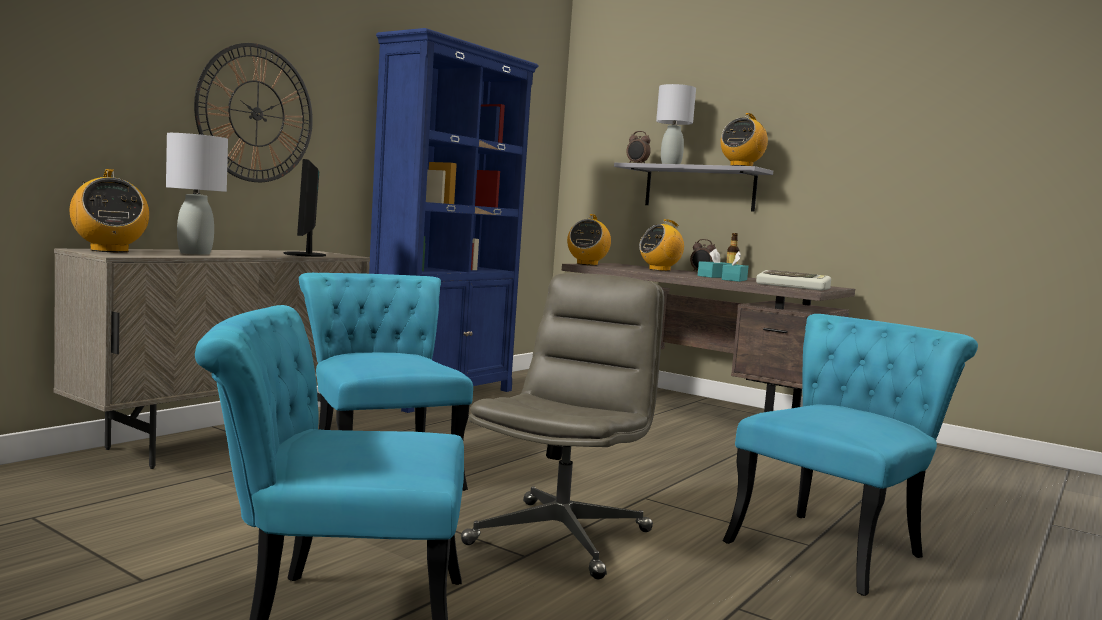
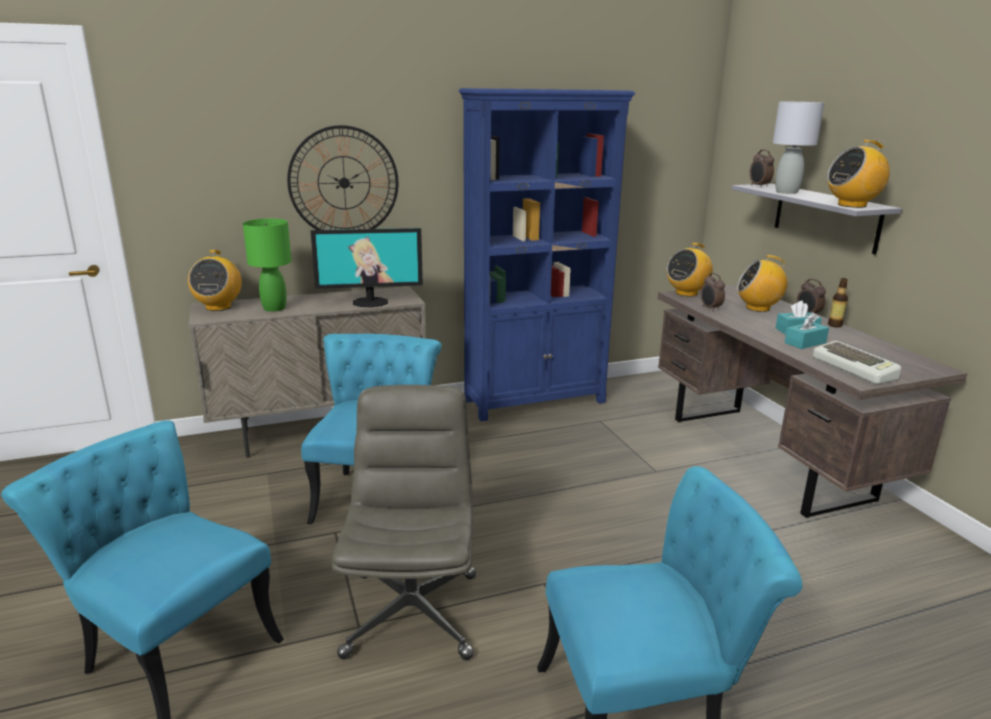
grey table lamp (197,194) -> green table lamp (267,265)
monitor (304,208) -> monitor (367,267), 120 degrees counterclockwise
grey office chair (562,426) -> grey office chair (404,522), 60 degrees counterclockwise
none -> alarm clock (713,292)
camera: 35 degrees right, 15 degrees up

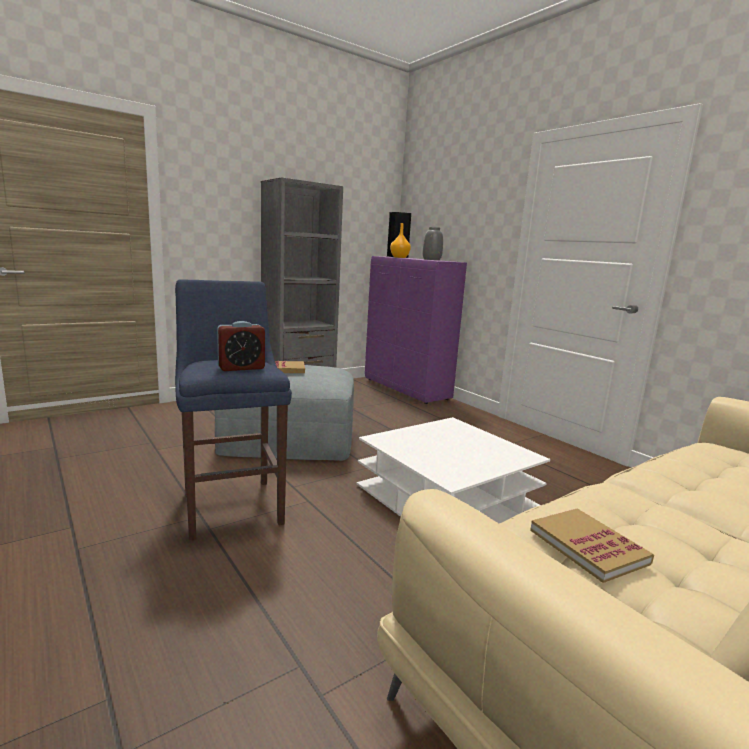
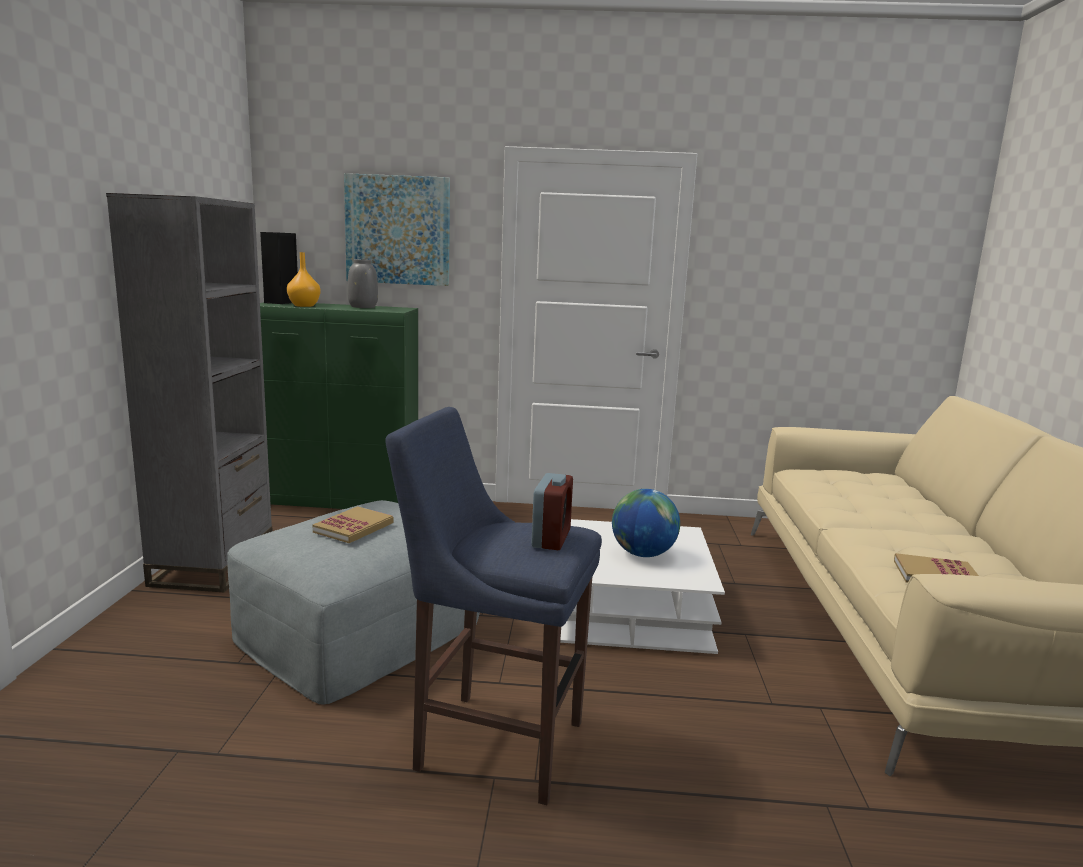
purple cabinet (416,330) -> green cabinet (339,405)
none -> picture (397,229)
none -> globe (646,523)
camera: 50 degrees left, 0 degrees up

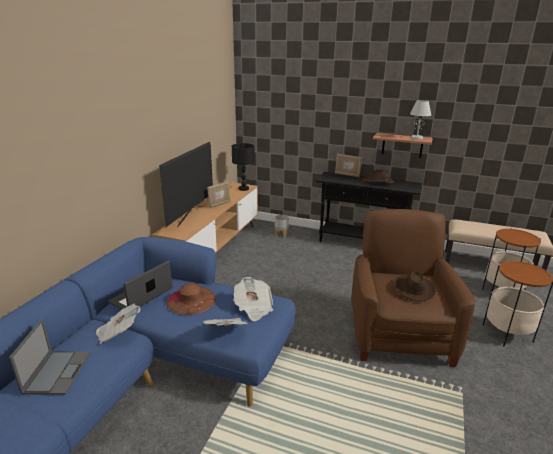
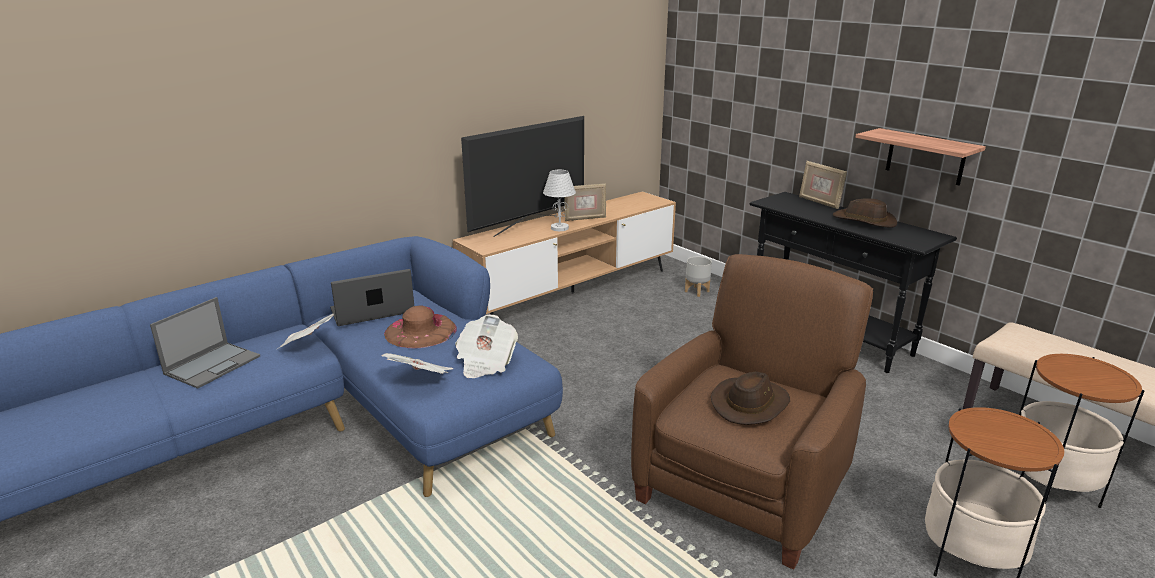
white table lamp (420,119) -> white table lamp (559,200), shifted
black table lamp (243,167) -> none
camera: 30 degrees right, 0 degrees up

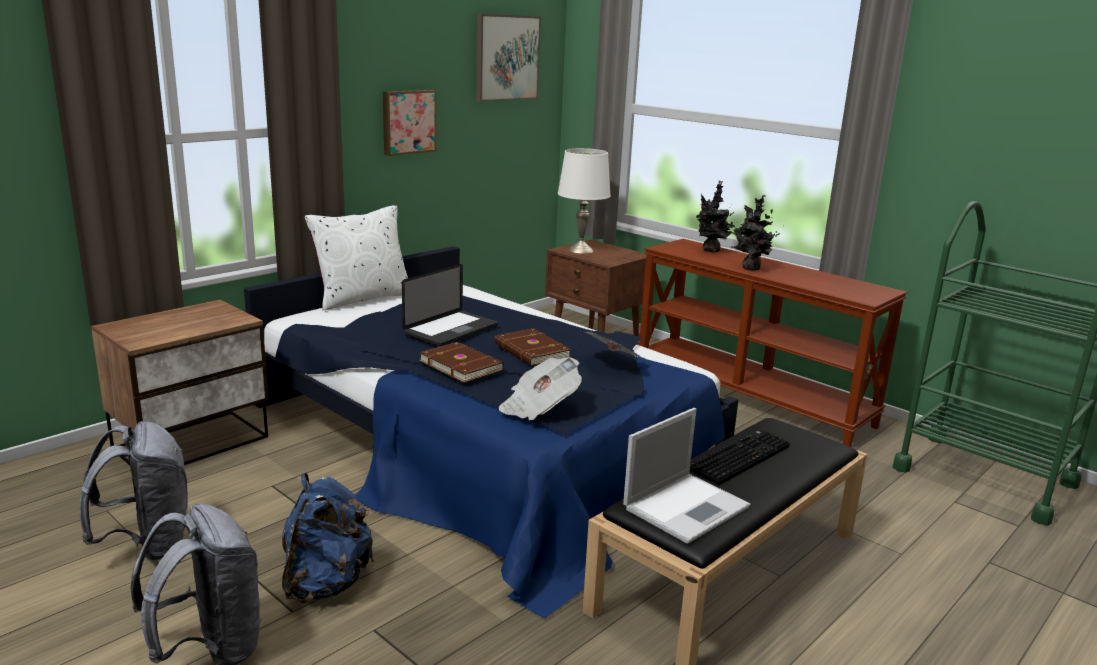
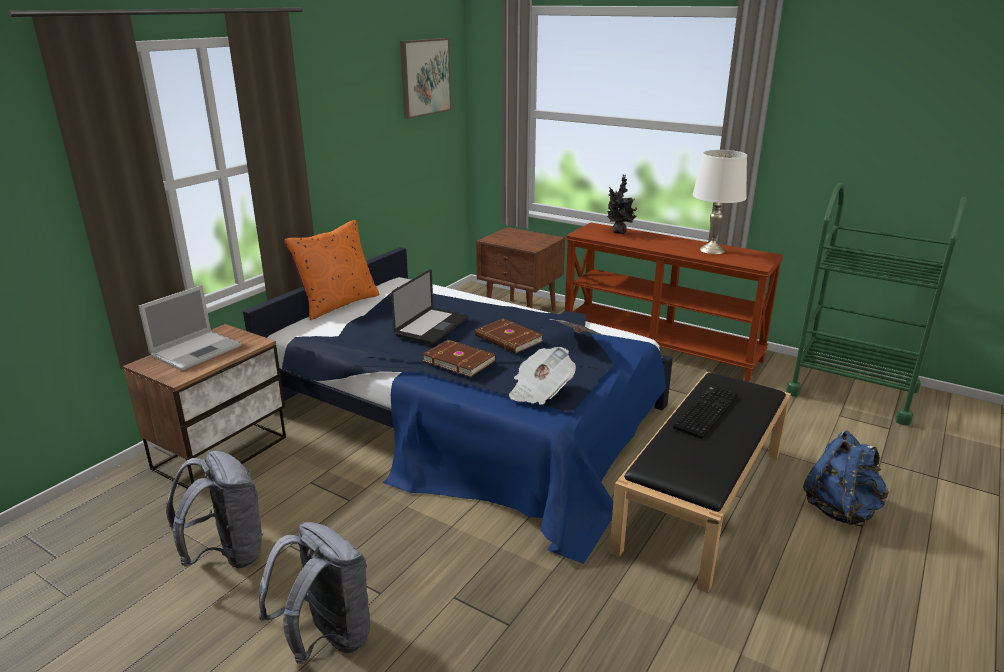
picture (410,123) -> none
white table lamp (584,201) -> white table lamp (719,202), shifted
potted plant (755,232) -> none
white pillow (356,258) -> orange pillow (332,270)
laptop (686,476) -> laptop (190,328), shifted
blue backpack (328,538) -> blue backpack (846,479), shifted
camera: 10 degrees left, 5 degrees up

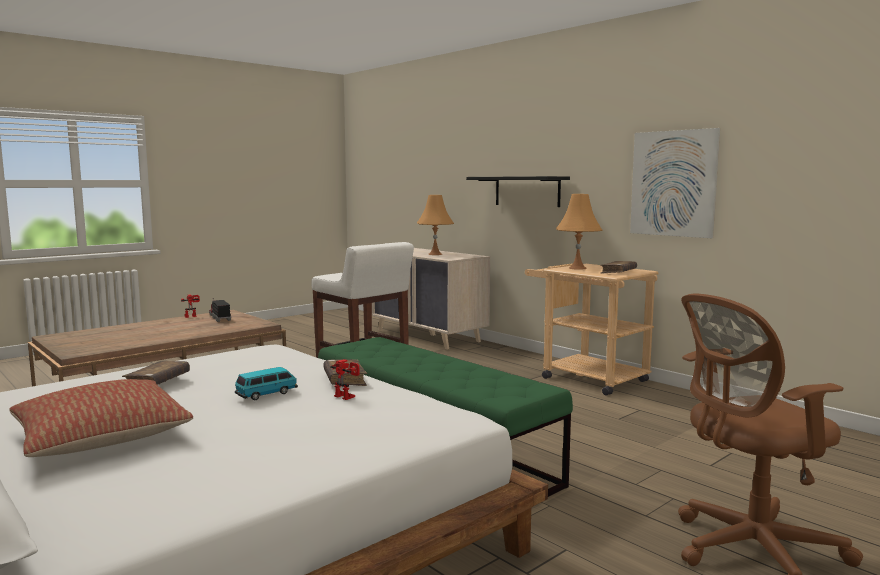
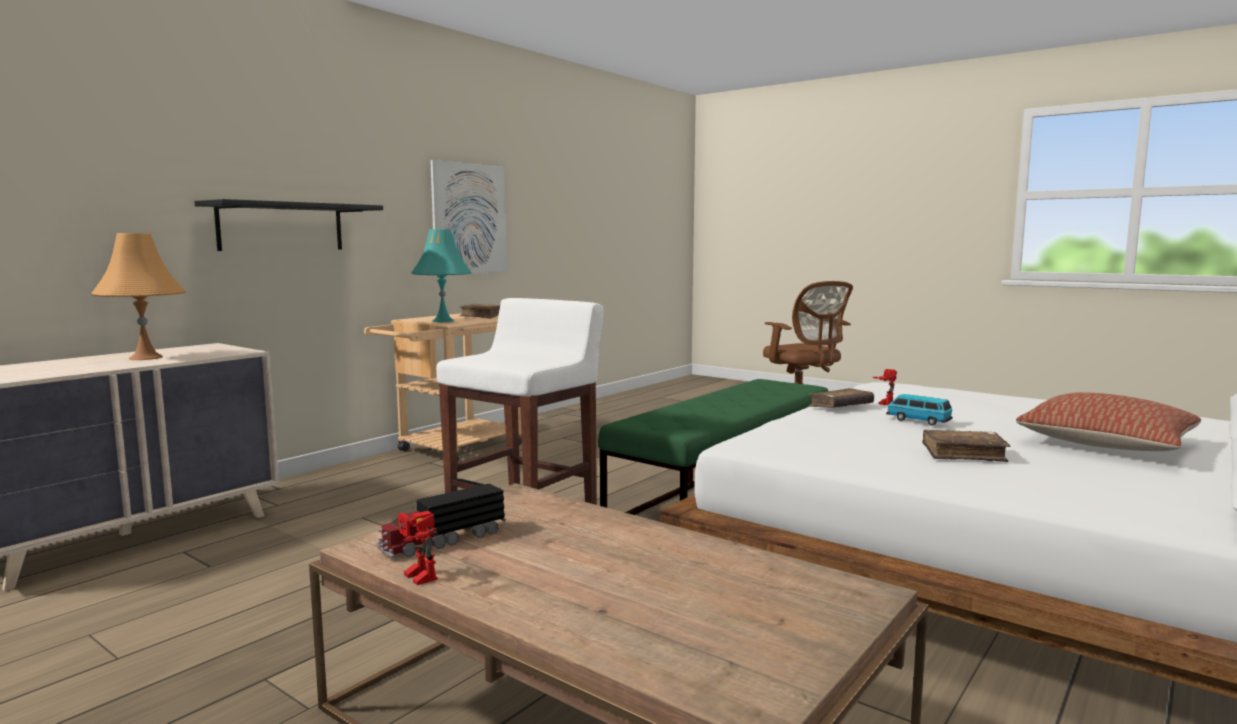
orange table lamp (579,232) -> turquoise table lamp (441,275)
camera: 100 degrees left, 0 degrees up

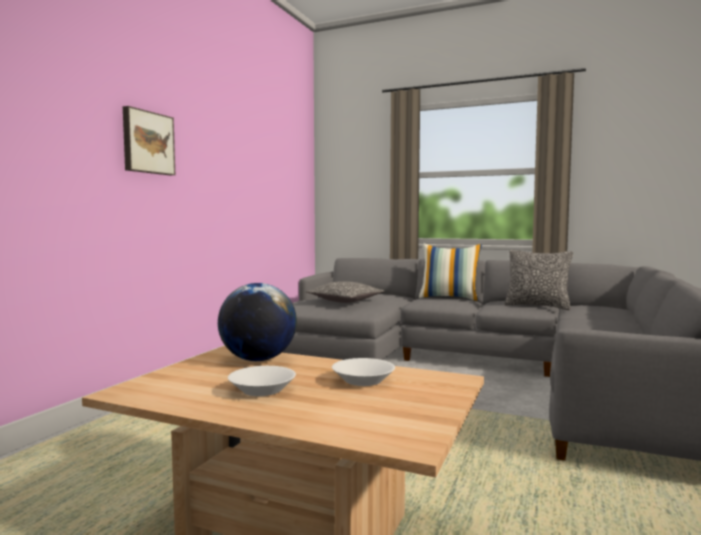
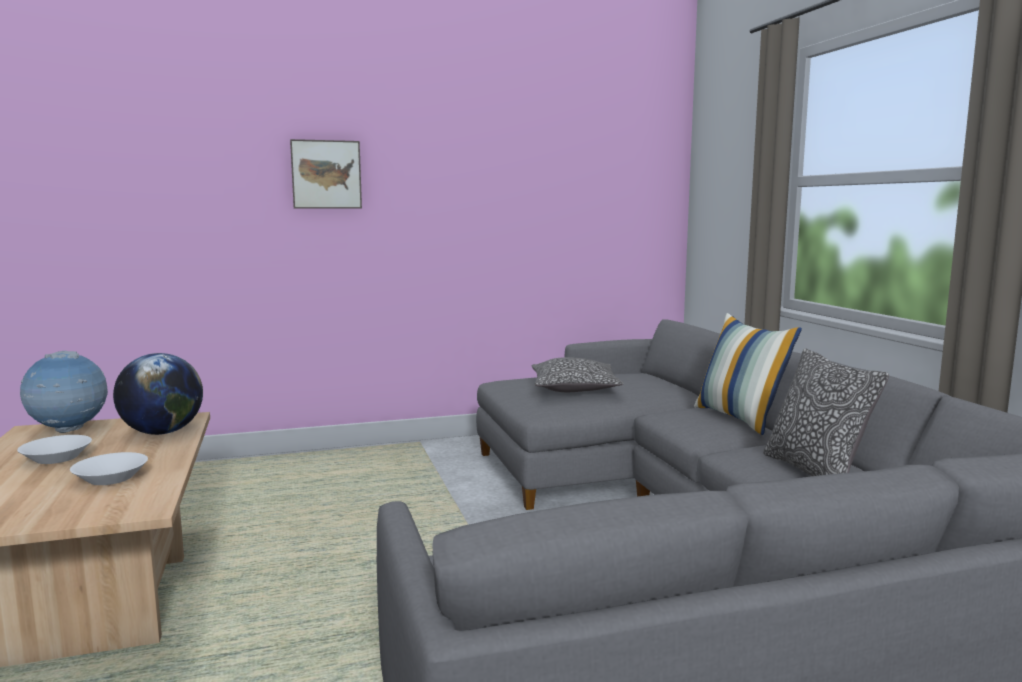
none -> globe (64,391)
camera: 50 degrees right, 5 degrees up

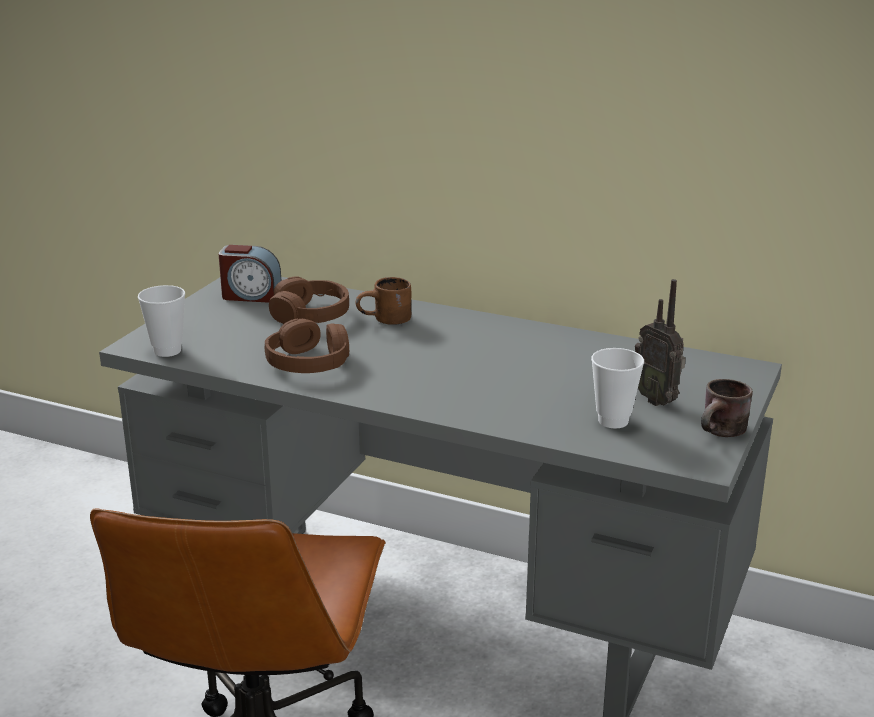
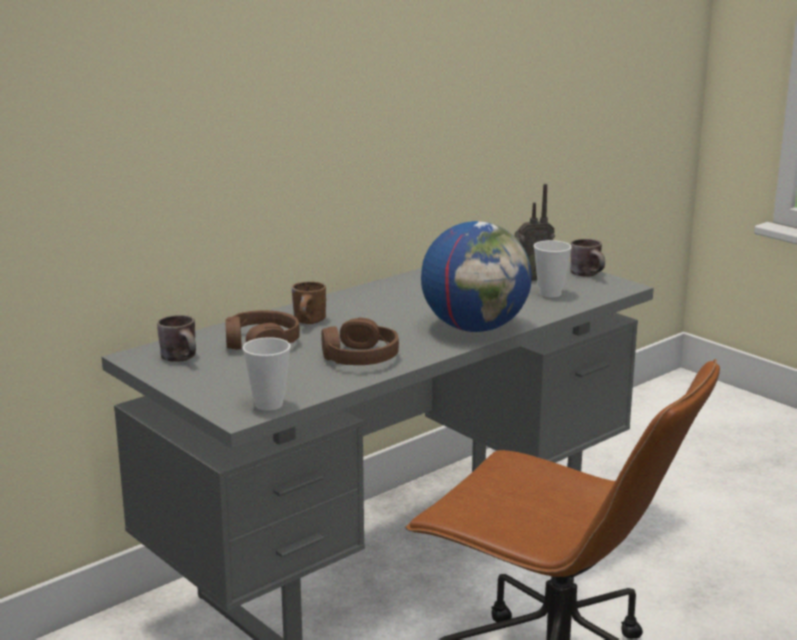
alarm clock (250,274) -> brown mug (176,338)
none -> globe (476,276)
camera: 65 degrees left, 5 degrees down

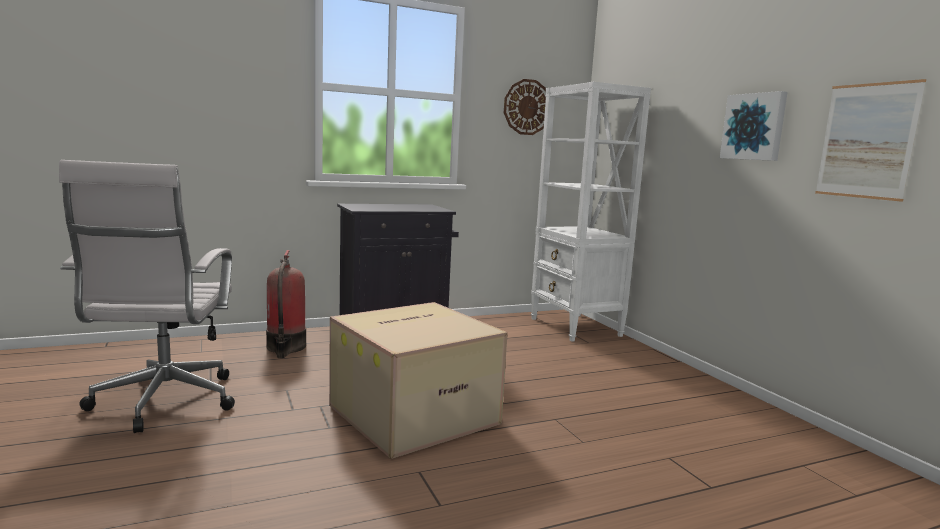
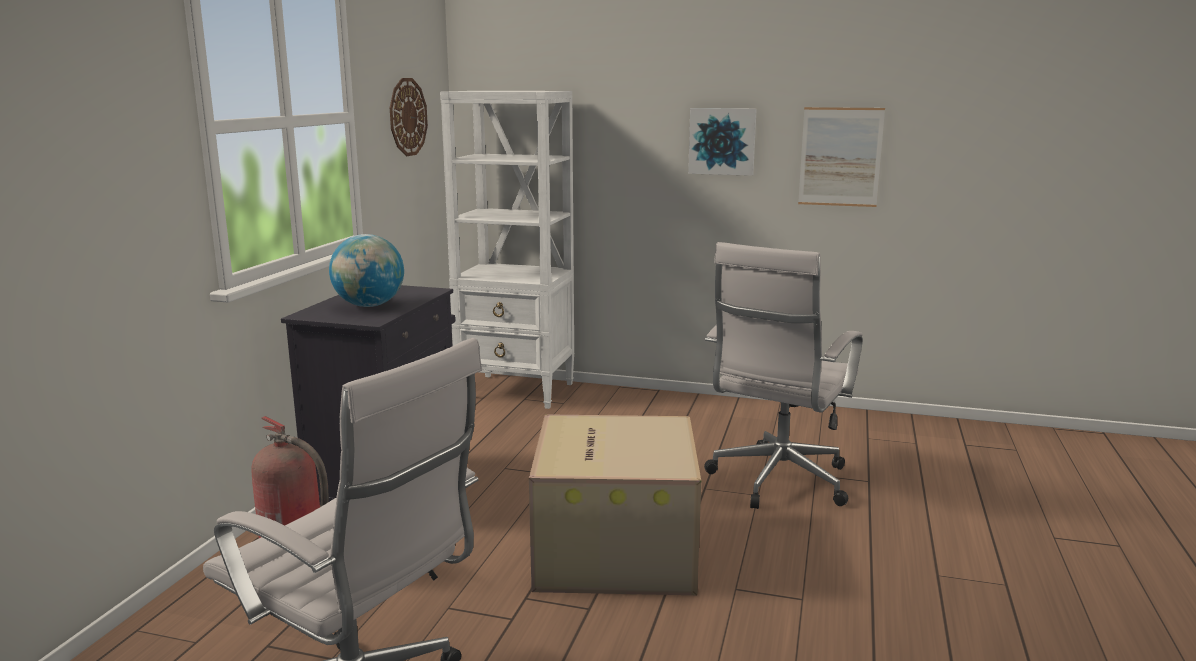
none -> globe (366,270)
none -> white office chair (783,375)
camera: 50 degrees left, 5 degrees up

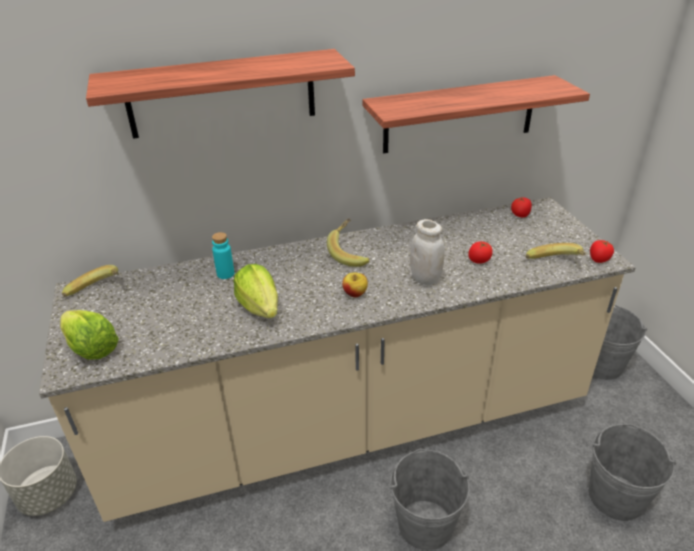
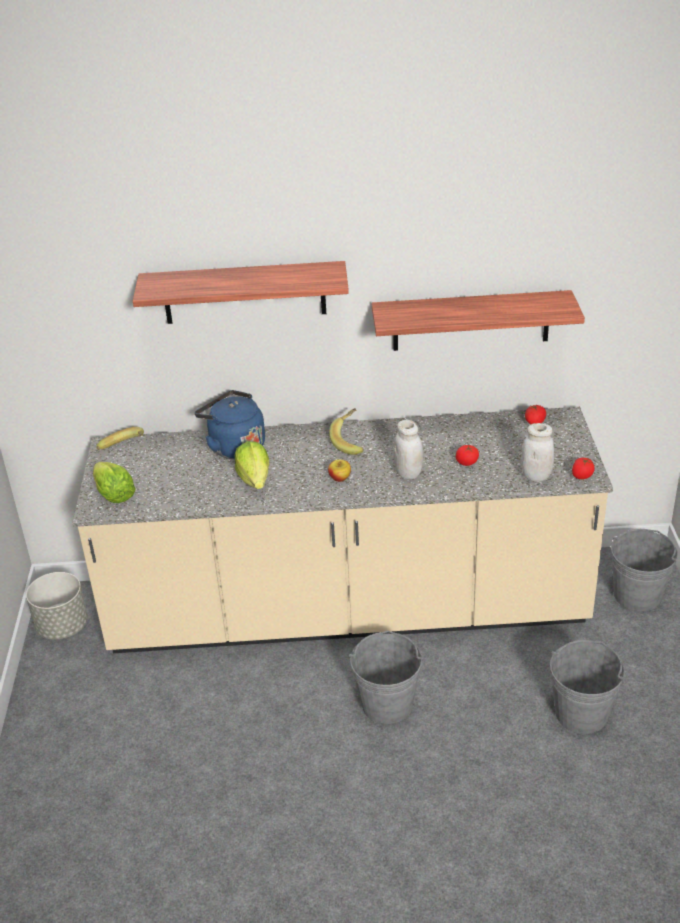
turquoise bottle (223,255) -> blue kettle (230,424)
banana (556,251) -> white jar (537,452)
camera: 15 degrees right, 0 degrees up

